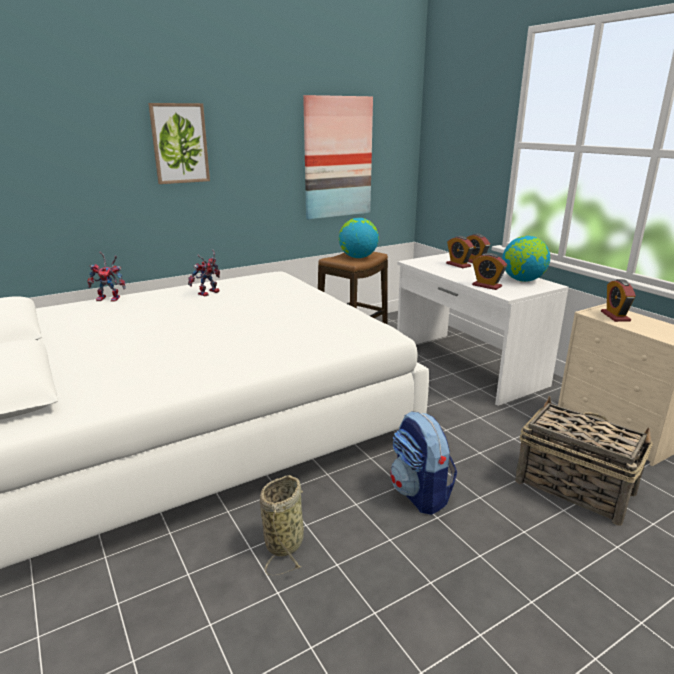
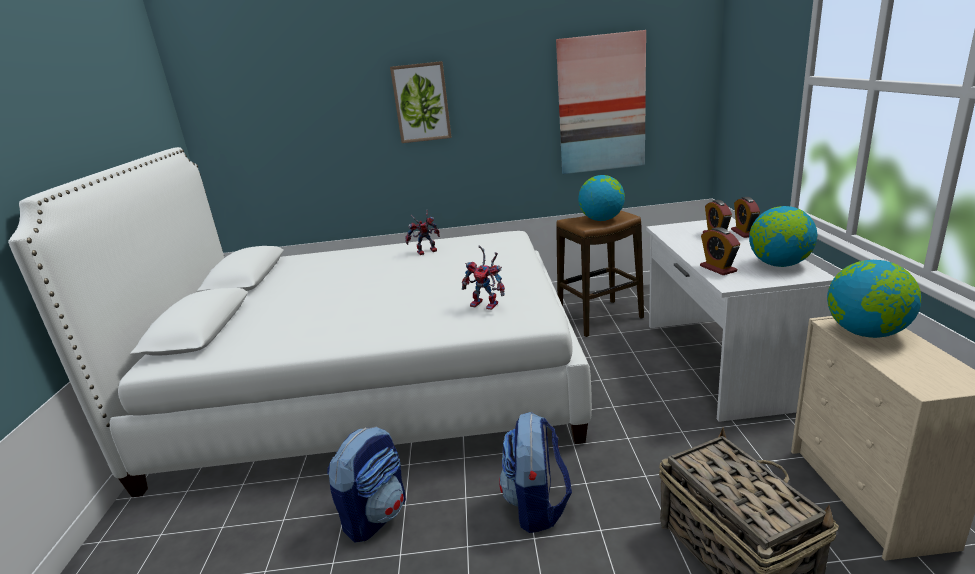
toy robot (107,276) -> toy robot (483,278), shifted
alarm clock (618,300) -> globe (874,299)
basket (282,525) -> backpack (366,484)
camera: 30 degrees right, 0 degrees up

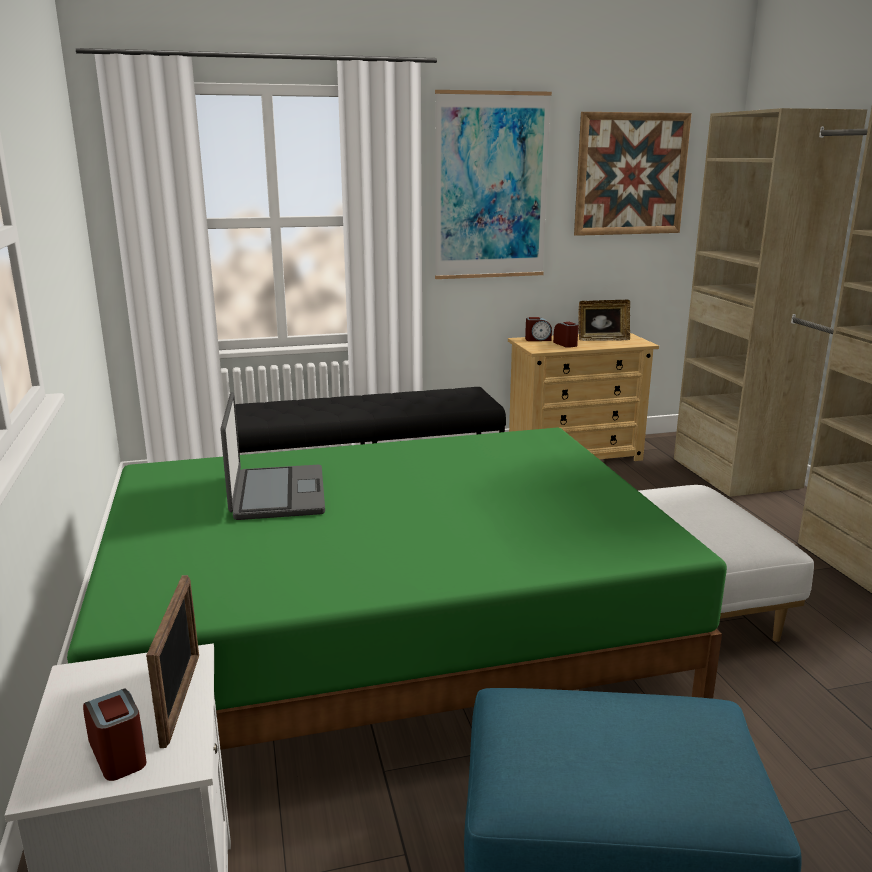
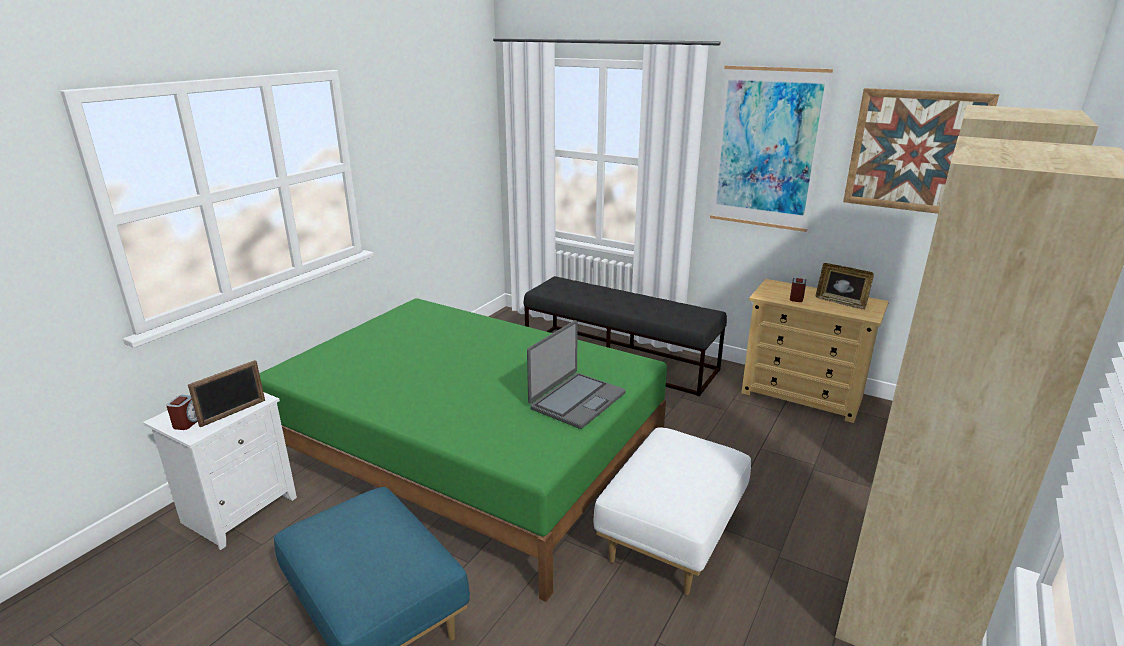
alarm clock (538,329) -> none
laptop (273,456) -> laptop (576,374), shifted
camera: 45 degrees right, 5 degrees up

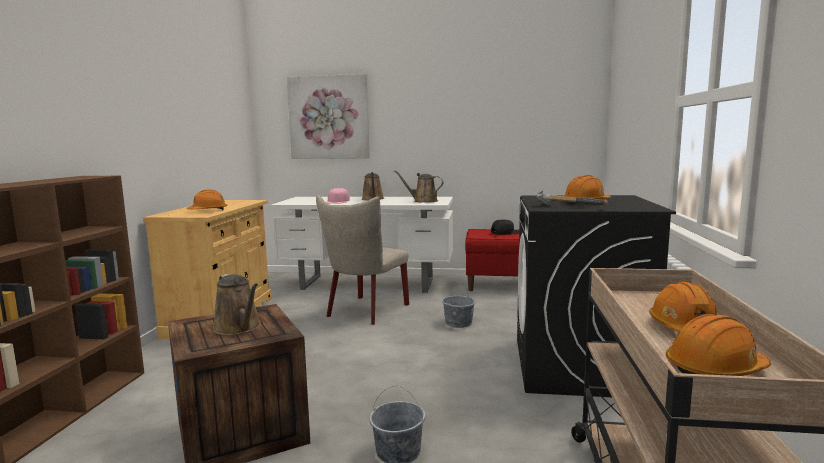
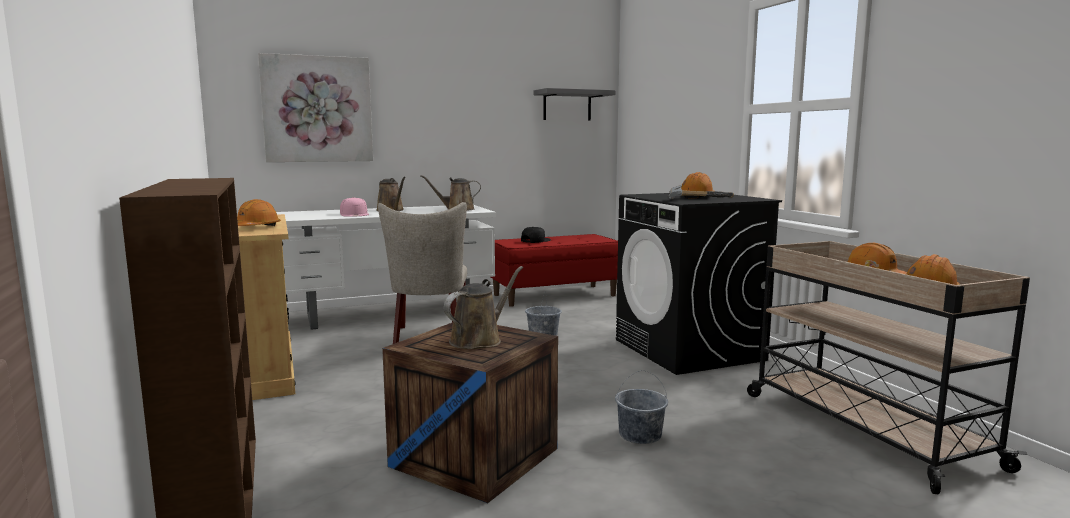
brown watering can (237,304) -> brown watering can (483,307), 75 degrees counterclockwise
none -> grey shelf (575,104)
camera: 30 degrees left, 0 degrees up

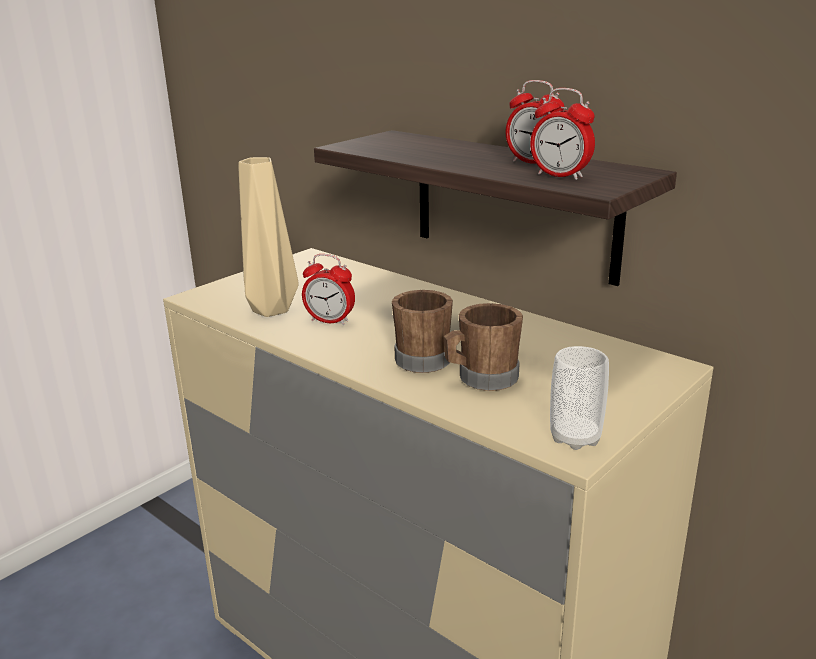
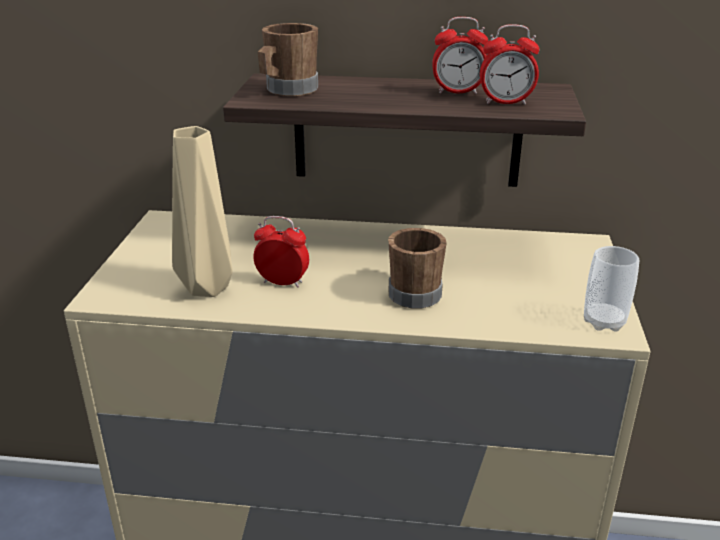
alarm clock (328,289) -> alarm clock (281,252), 150 degrees counterclockwise
brown mug (483,347) -> brown mug (288,59), shifted
camera: 35 degrees left, 5 degrees up

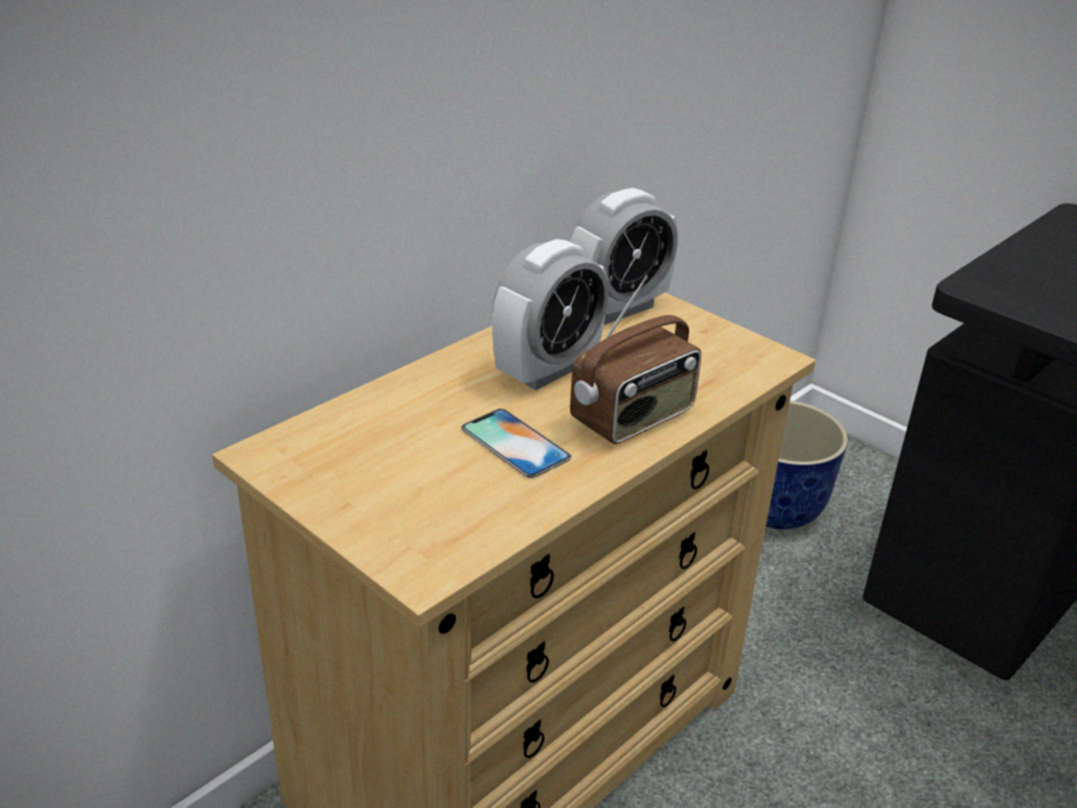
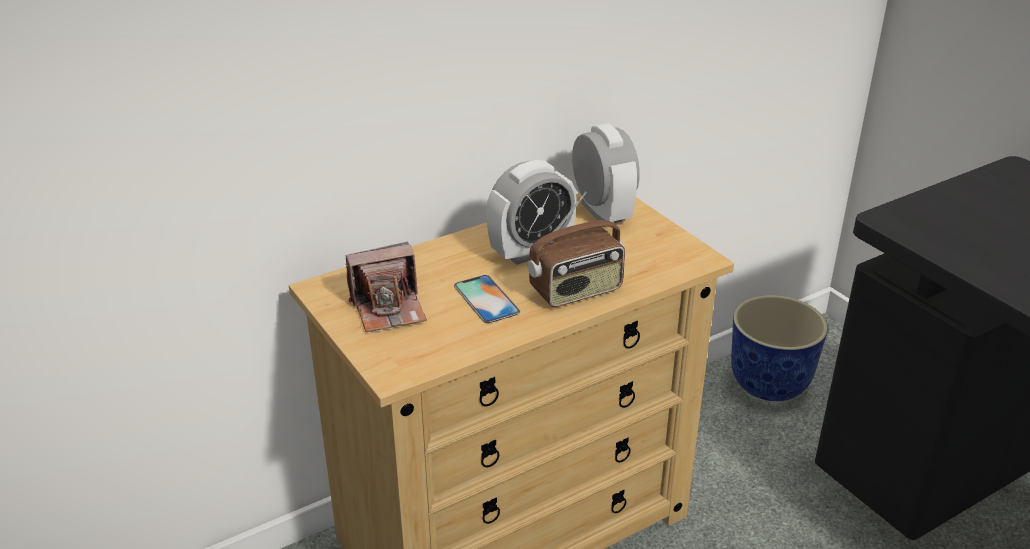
alarm clock (624,256) -> alarm clock (606,173), 90 degrees counterclockwise
none -> photo camera (386,287)
camera: 15 degrees right, 0 degrees up

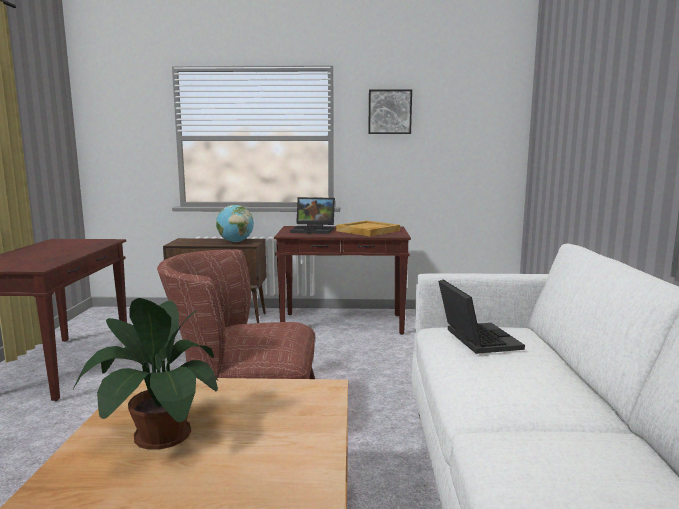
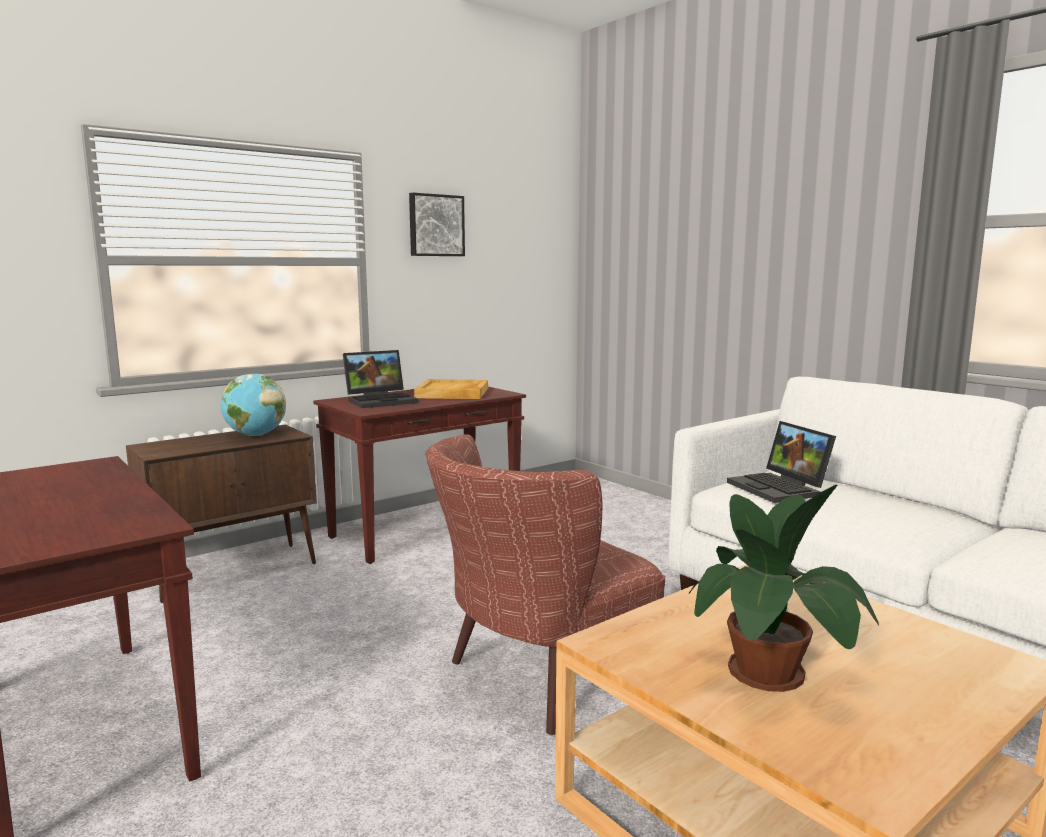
laptop (481,317) -> laptop (781,462), 150 degrees counterclockwise
camera: 40 degrees left, 0 degrees up

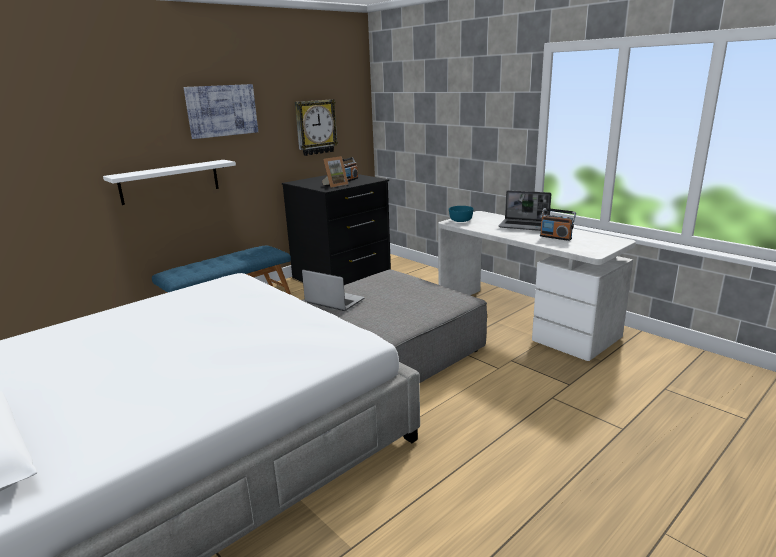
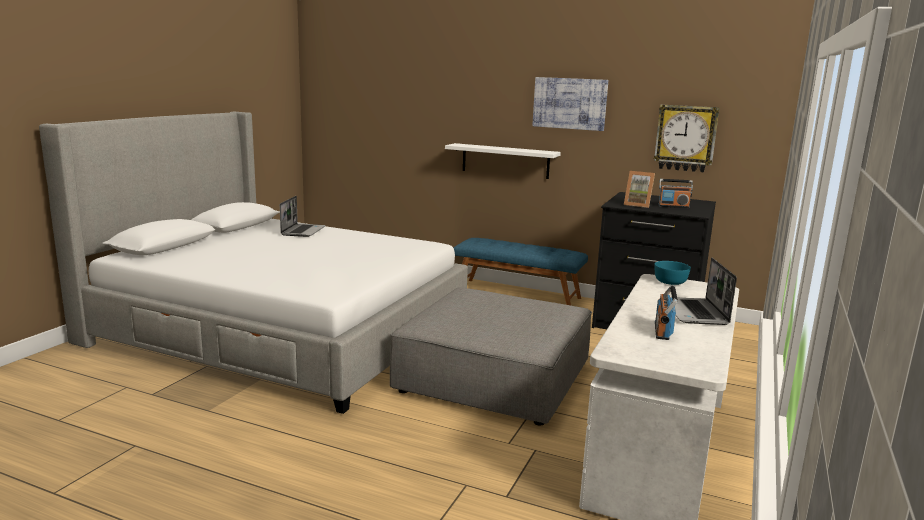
laptop (333,290) -> laptop (302,216), shifted
camera: 65 degrees right, 5 degrees down

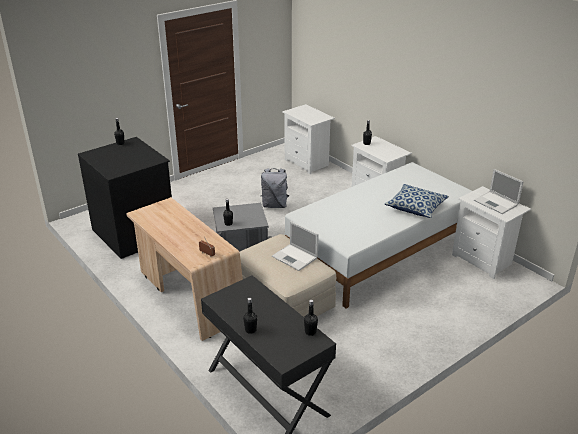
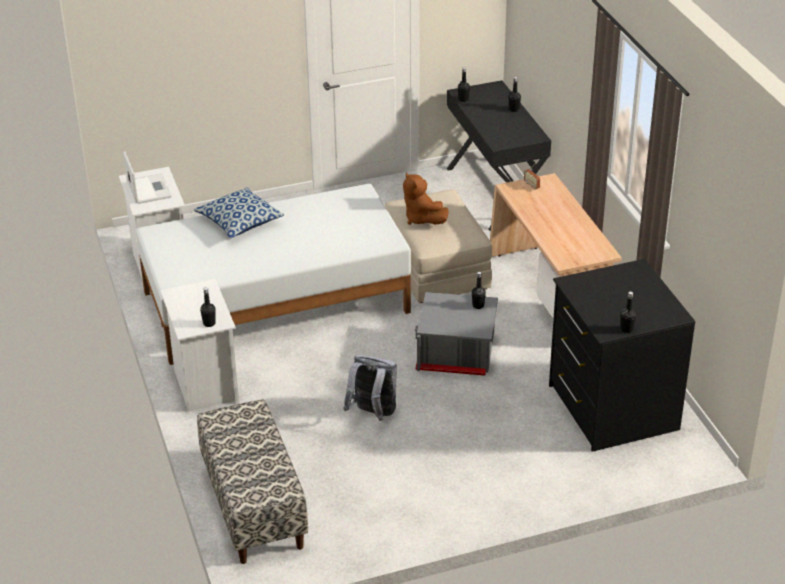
white nightstand (308,139) -> bench (252,481)
laptop (295,246) -> brown plush toy (426,198)
camera: 160 degrees left, 5 degrees up

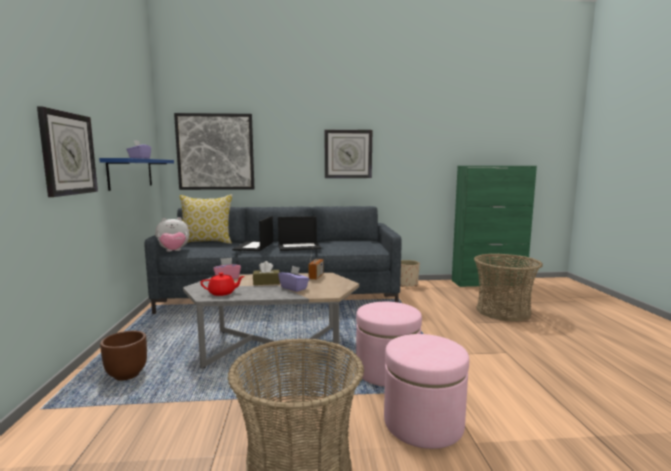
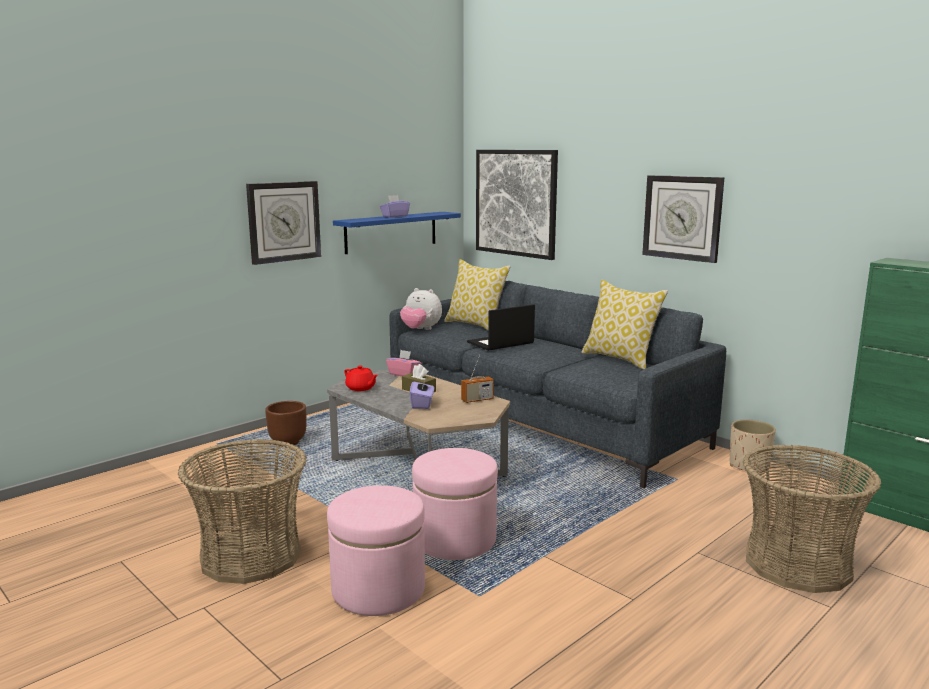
laptop (299,233) -> none
none -> pillow (624,324)
camera: 50 degrees right, 5 degrees up

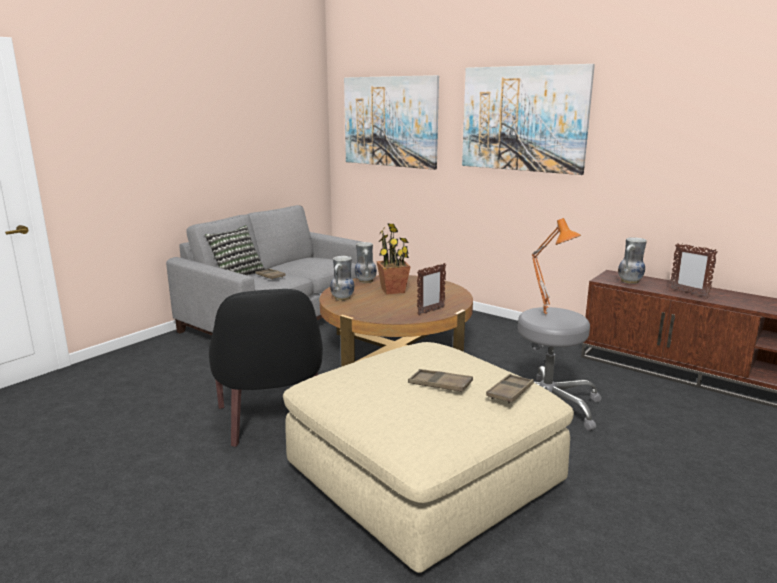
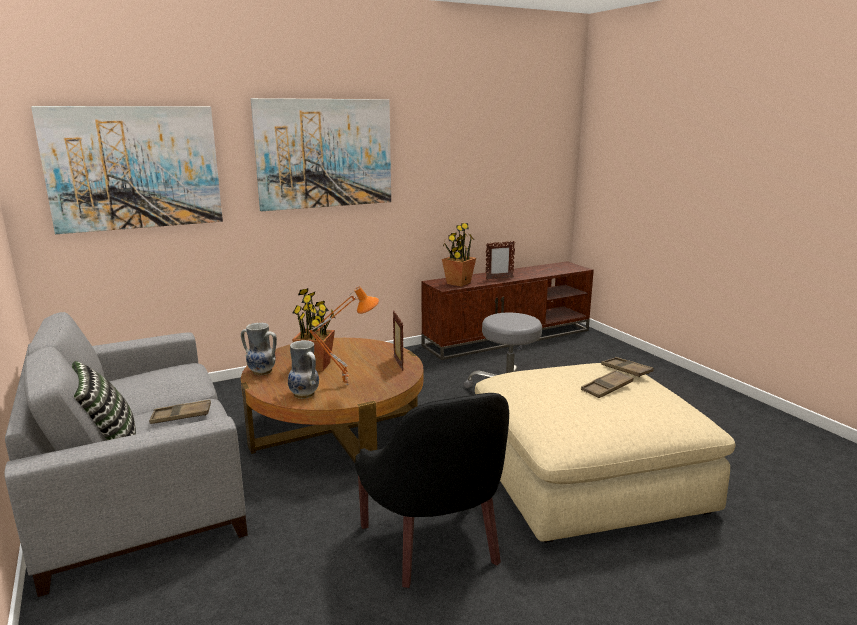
orange table lamp (556,267) -> orange table lamp (344,335), shifted
vase (632,260) -> potted plant (459,255)
black armchair (266,368) -> black armchair (432,490), 60 degrees clockwise
camera: 65 degrees left, 0 degrees up

